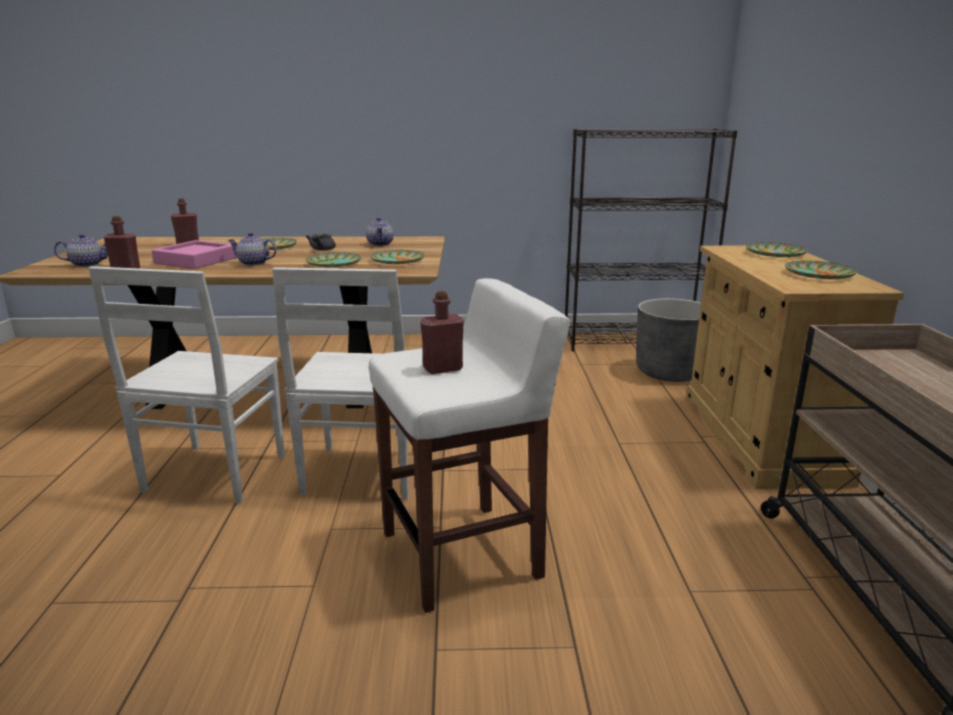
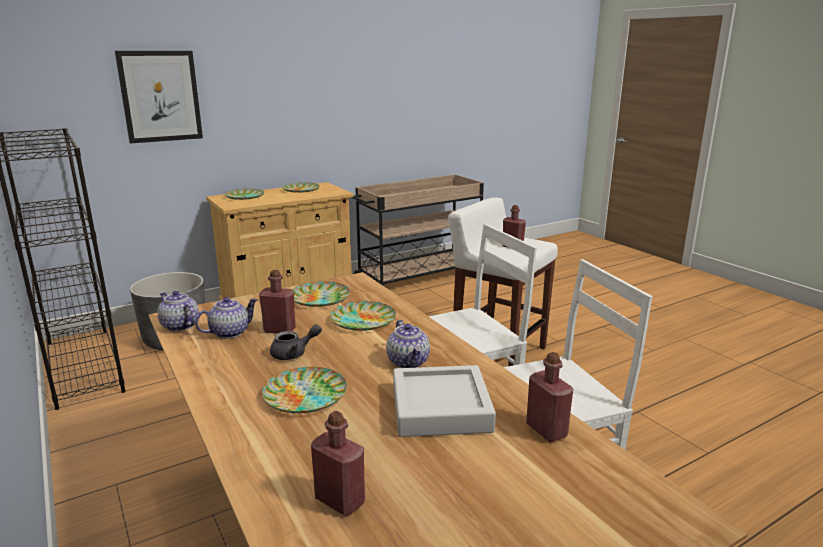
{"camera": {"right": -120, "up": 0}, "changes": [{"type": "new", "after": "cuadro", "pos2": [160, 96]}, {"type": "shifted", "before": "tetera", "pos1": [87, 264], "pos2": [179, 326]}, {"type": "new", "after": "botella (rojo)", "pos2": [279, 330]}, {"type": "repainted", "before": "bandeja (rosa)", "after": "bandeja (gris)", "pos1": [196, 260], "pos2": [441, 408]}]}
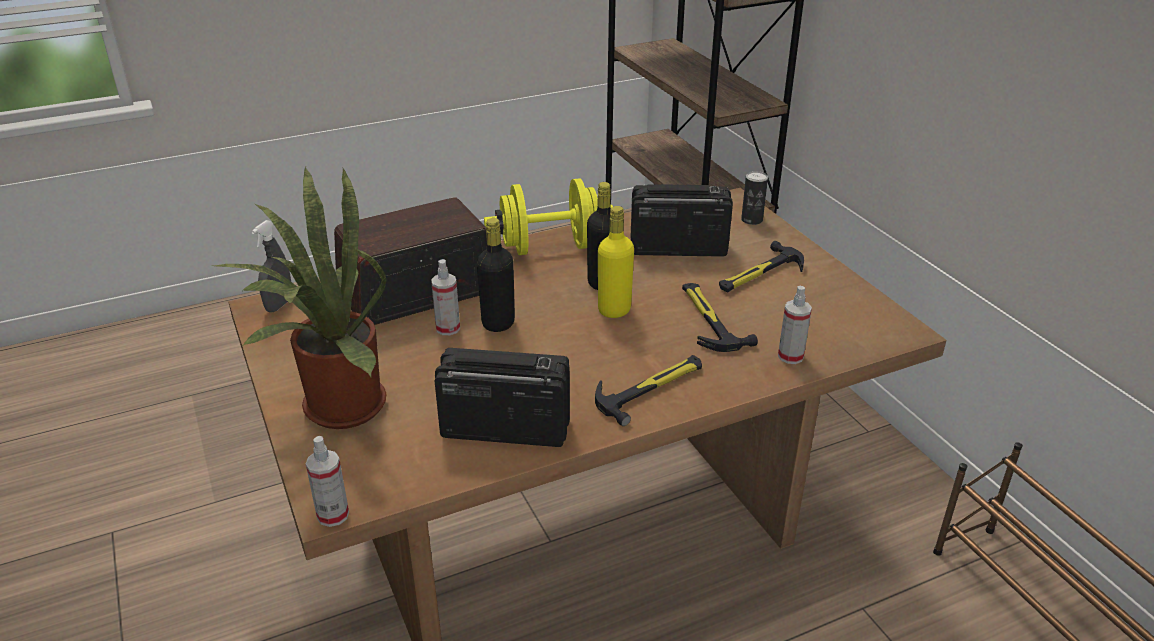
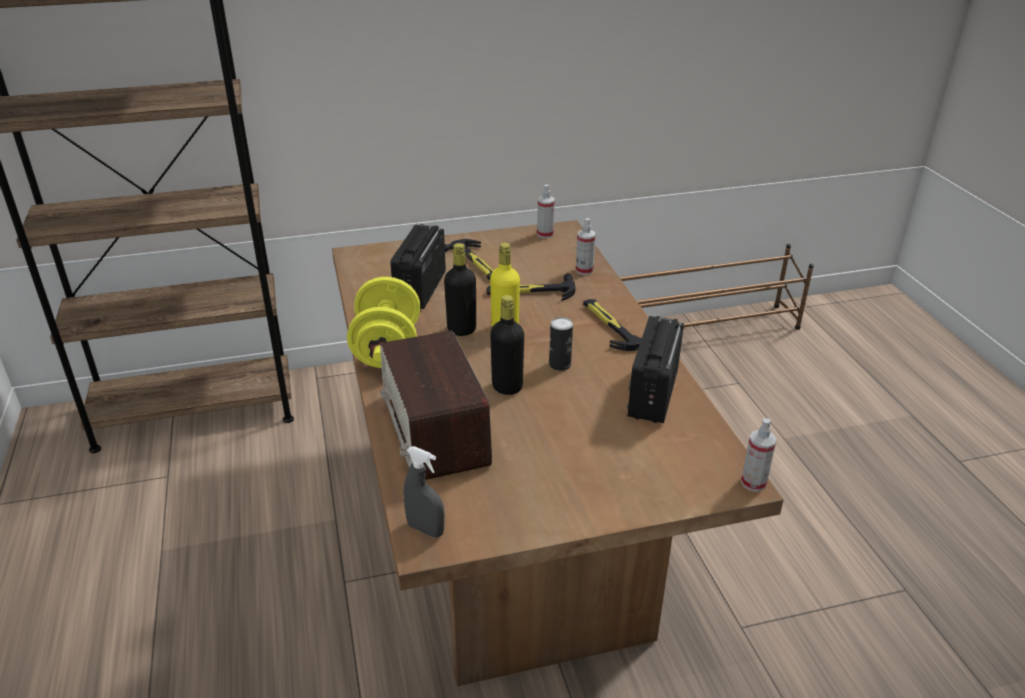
{"camera": {"right": -80, "up": 0}, "changes": [{"type": "shifted", "before": "pulverizador", "pos1": [448, 328], "pos2": [545, 234]}, {"type": "shifted", "before": "lata", "pos1": [751, 220], "pos2": [560, 365]}, {"type": "gone", "before": "planta en maceta", "pos1": [336, 406]}]}
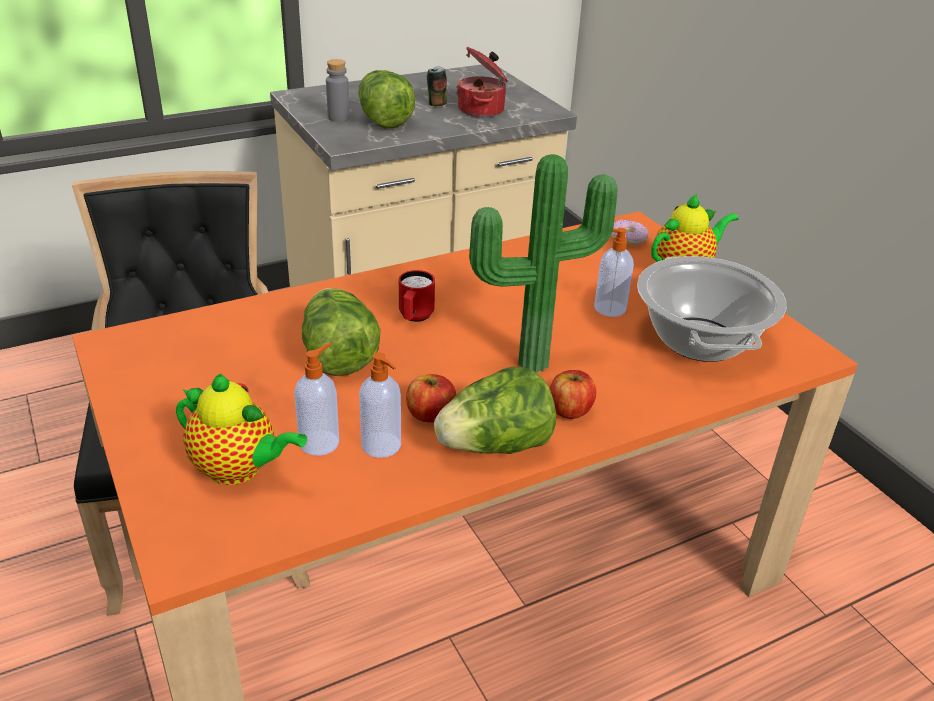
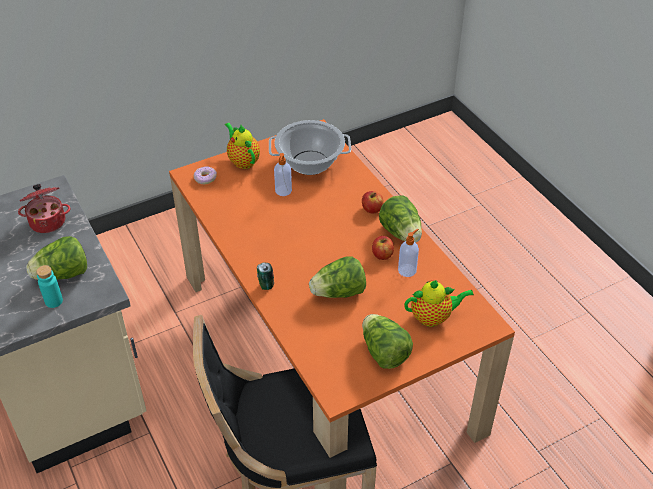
{"camera": {"right": -90, "up": 10}, "changes": [{"type": "repainted", "before": "botella (gris)", "after": "botella (turquesa)", "pos1": [338, 118], "pos2": [54, 301]}, {"type": "shifted", "before": "lata", "pos1": [436, 104], "pos2": [266, 285]}, {"type": "new", "after": "lechuga", "pos2": [384, 352]}, {"type": "rotated", "before": "tetera", "pos1": [239, 470], "pos2": [433, 317], "turn": 60}, {"type": "gone", "before": "dispensador de jabón", "pos1": [320, 442]}, {"type": "gone", "before": "taza grande (rojo)", "pos1": [414, 318]}, {"type": "gone", "before": "planta en maceta", "pos1": [530, 360]}]}
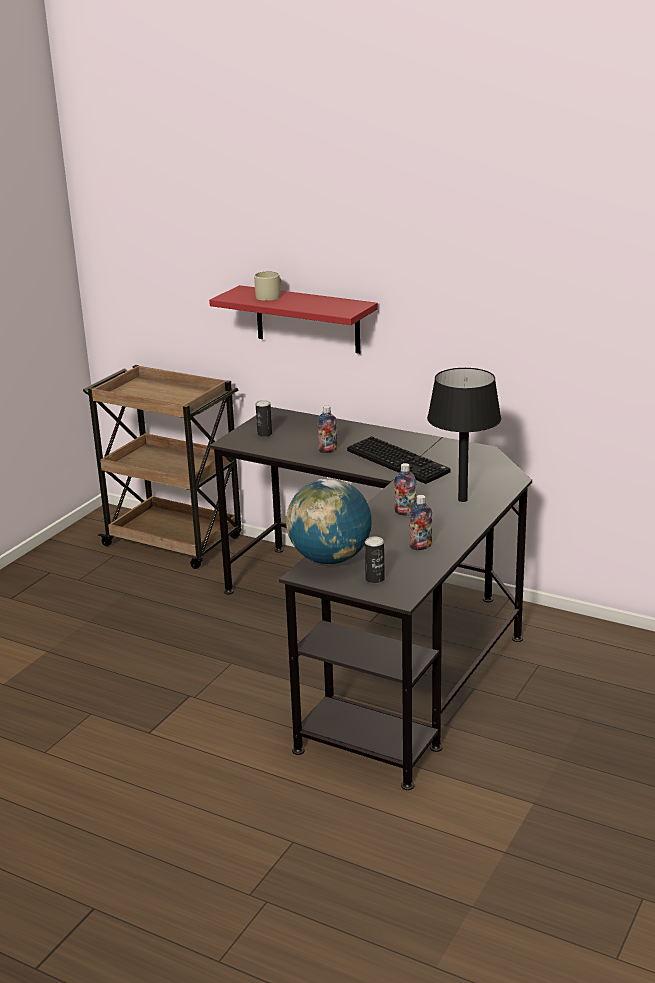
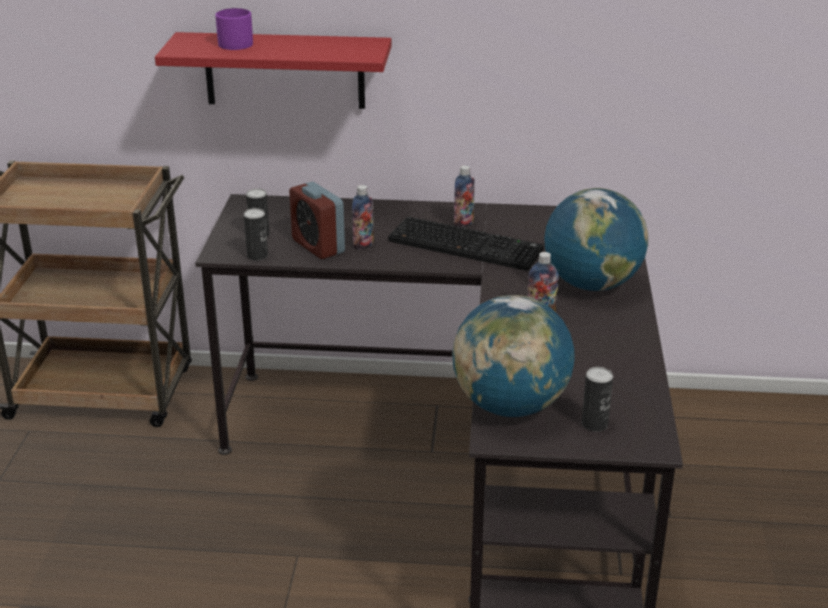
{"camera": {"right": -25, "up": 5}, "changes": [{"type": "repainted", "before": "taza grande (beis)", "after": "taza grande (morado)", "pos1": [270, 296], "pos2": [237, 43]}, {"type": "new", "after": "lata", "pos2": [257, 256]}, {"type": "new", "after": "despertador", "pos2": [318, 246]}, {"type": "shifted", "before": "botella", "pos1": [420, 547], "pos2": [463, 223]}, {"type": "swapped", "before": "lámpara de mesa (negro)", "after": "globo terráqueo", "pos1": [463, 500], "pos2": [591, 285]}]}
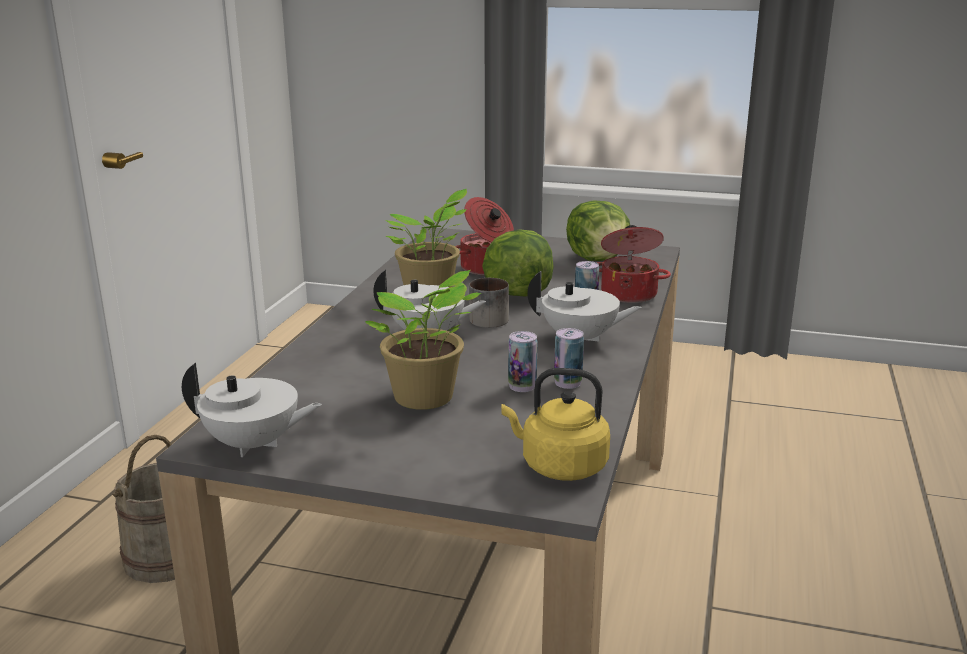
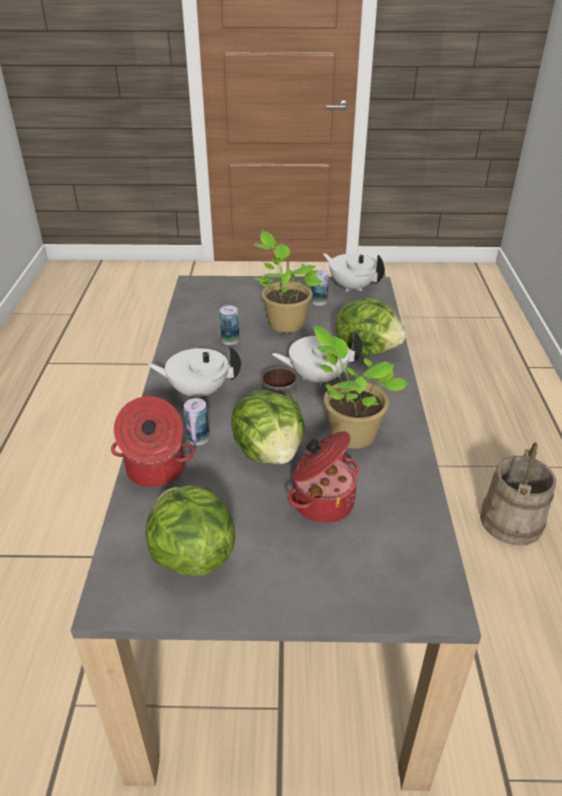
{"camera": {"right": 165, "up": 15}, "changes": [{"type": "shifted", "before": "lata", "pos1": [567, 383], "pos2": [319, 301]}, {"type": "rotated", "before": "tetera (blanco)", "pos1": [254, 445], "pos2": [352, 287], "turn": 45}, {"type": "new", "after": "lechuga", "pos2": [367, 349]}, {"type": "gone", "before": "hervidor (amarillo)", "pos1": [559, 466]}]}
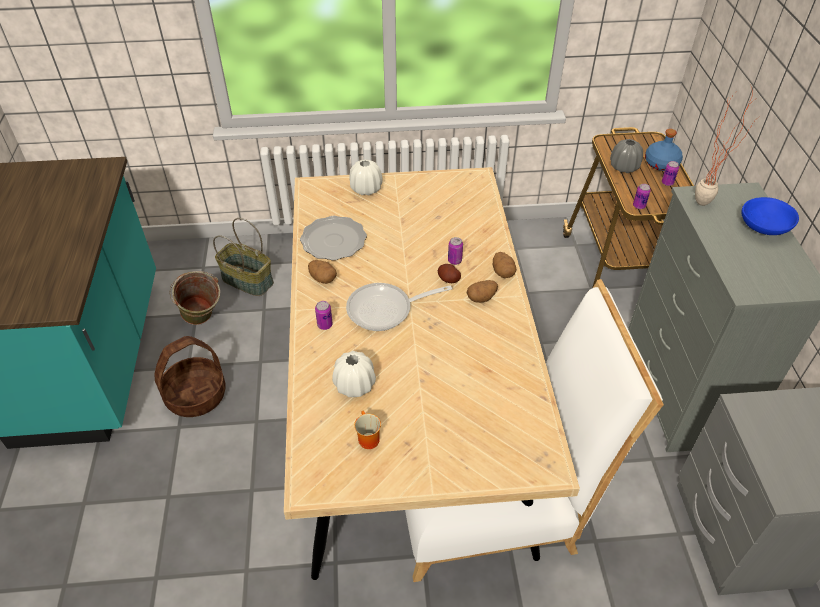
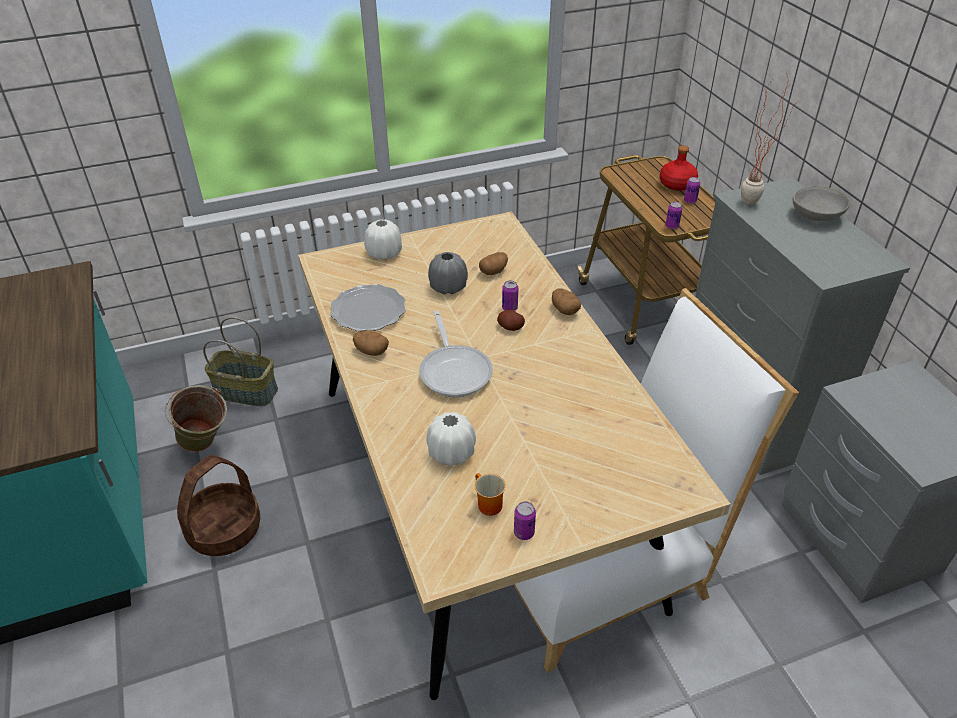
{"camera": {"right": -15, "up": -5}, "changes": [{"type": "rotated", "before": "sartén", "pos1": [385, 310], "pos2": [455, 370], "turn": -75}, {"type": "shifted", "before": "florero (gris)", "pos1": [624, 167], "pos2": [448, 287]}, {"type": "shifted", "before": "patata", "pos1": [481, 298], "pos2": [493, 271]}, {"type": "shifted", "before": "lata", "pos1": [325, 325], "pos2": [524, 533]}, {"type": "repainted", "before": "botella (azul)", "after": "botella (rojo)", "pos1": [661, 164], "pos2": [677, 184]}, {"type": "repainted", "before": "cuenco (azul)", "after": "cuenco (gris)", "pos1": [764, 228], "pos2": [816, 216]}]}
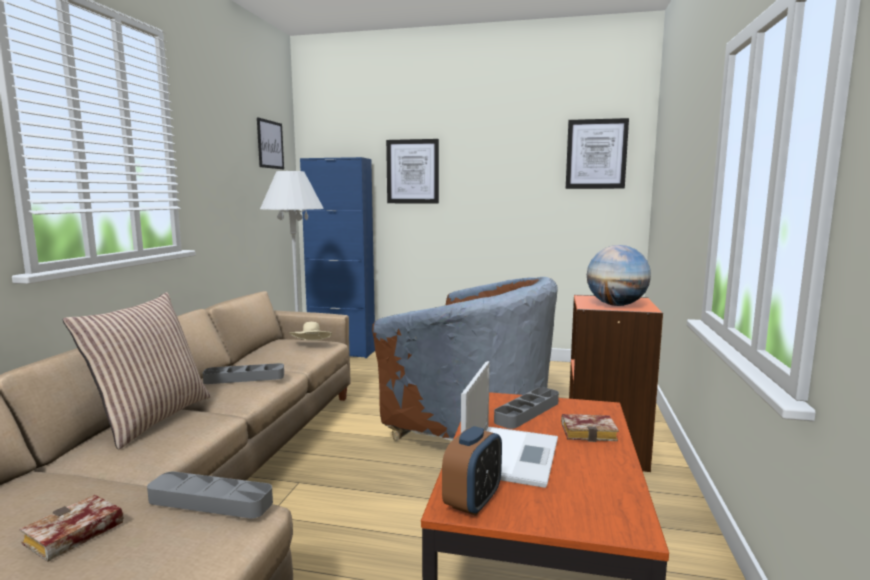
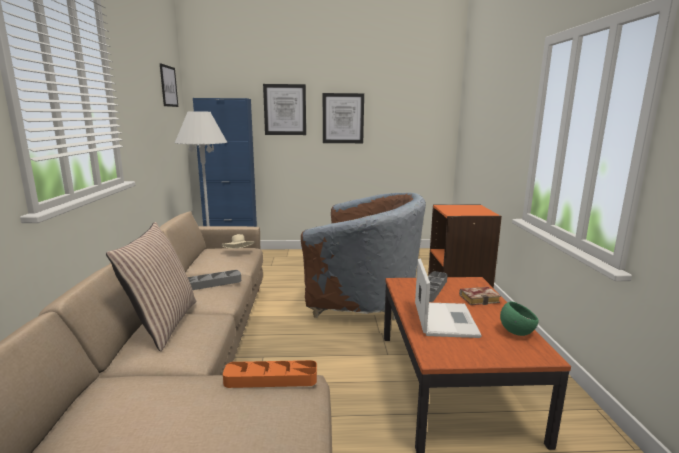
{"camera": {"right": -15, "up": 5}, "changes": [{"type": "repainted", "before": "bandeja (gris)", "after": "bandeja (naranja)", "pos1": [210, 501], "pos2": [271, 379]}, {"type": "shifted", "before": "cuadro", "pos1": [596, 154], "pos2": [343, 118]}, {"type": "new", "after": "cuenco (verde)", "pos2": [516, 332]}, {"type": "gone", "before": "libro", "pos1": [72, 536]}, {"type": "gone", "before": "despertador", "pos1": [473, 502]}, {"type": "gone", "before": "globo terráqueo", "pos1": [616, 305]}]}
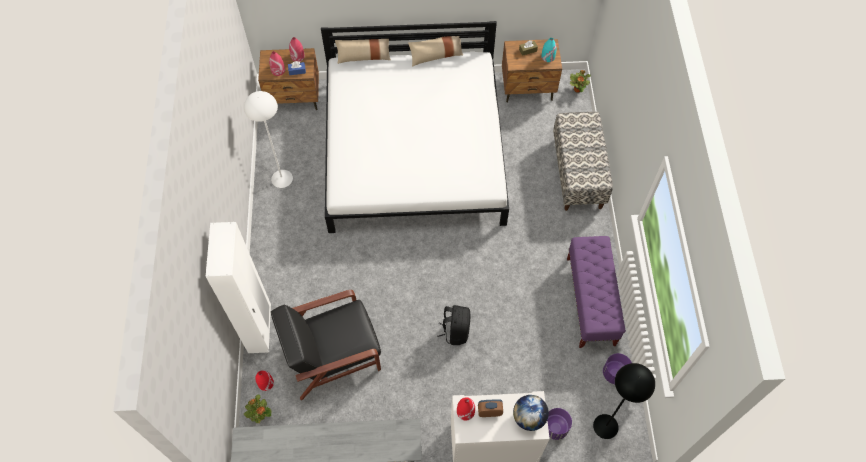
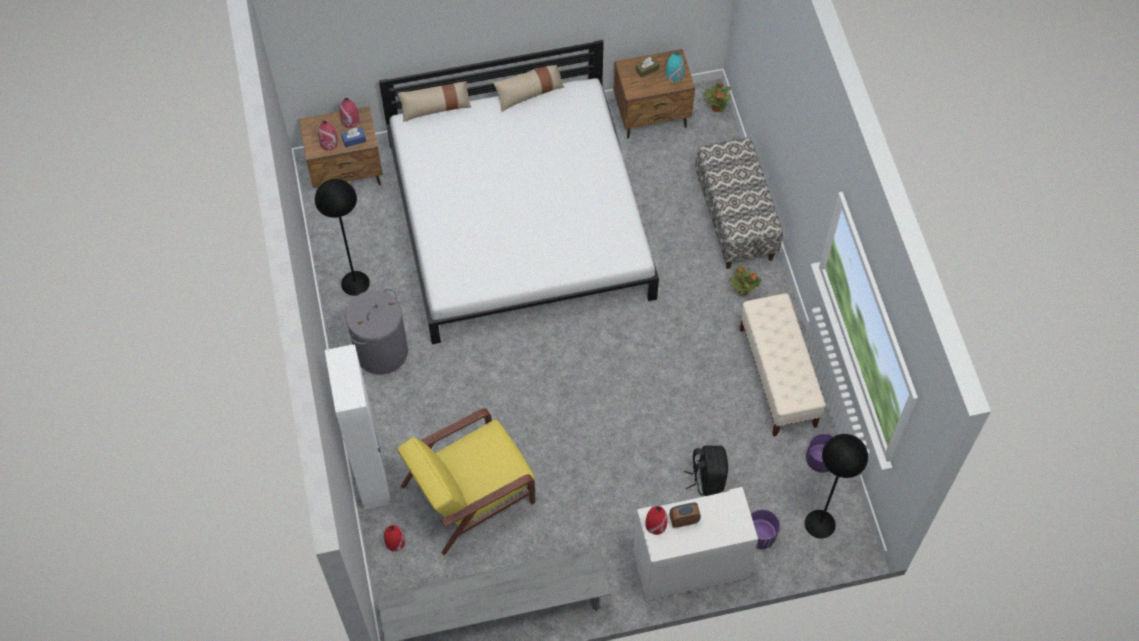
{"camera": {"right": -10, "up": 0}, "changes": [{"type": "repainted", "before": "lámpara de pie (blanco)", "after": "lámpara de pie (negro)", "pos1": [281, 178], "pos2": [355, 283]}, {"type": "new", "after": "cesto de la ropa (gris)", "pos2": [381, 351]}, {"type": "repainted", "before": "sillón (negro)", "after": "sillón (amarillo)", "pos1": [332, 353], "pos2": [470, 492]}, {"type": "shifted", "before": "mochila (negro)", "pos1": [455, 331], "pos2": [707, 478]}, {"type": "shifted", "before": "planta en maceta", "pos1": [260, 414], "pos2": [742, 290]}, {"type": "repainted", "before": "banco (morado)", "after": "banco (beis)", "pos1": [590, 301], "pos2": [777, 378]}, {"type": "gone", "before": "globo terráqueo", "pos1": [529, 417]}]}
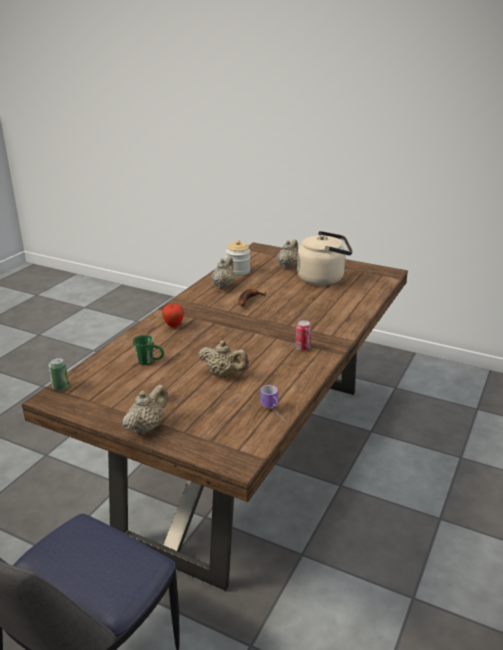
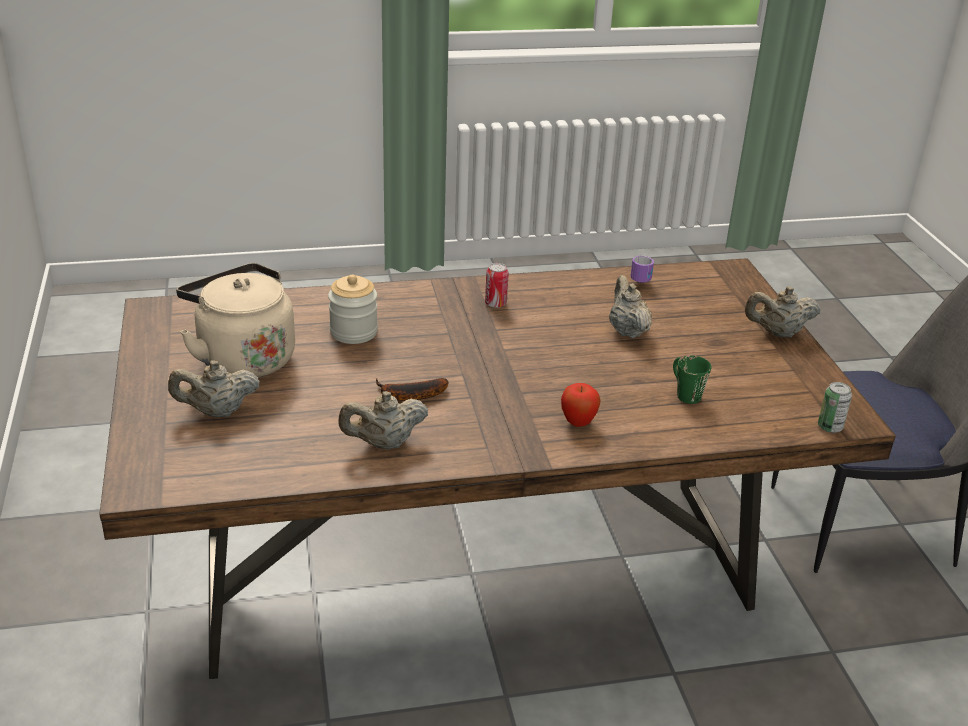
{"camera": {"right": -130, "up": 5}, "changes": [{"type": "shifted", "before": "tarro", "pos1": [238, 271], "pos2": [353, 332]}]}
